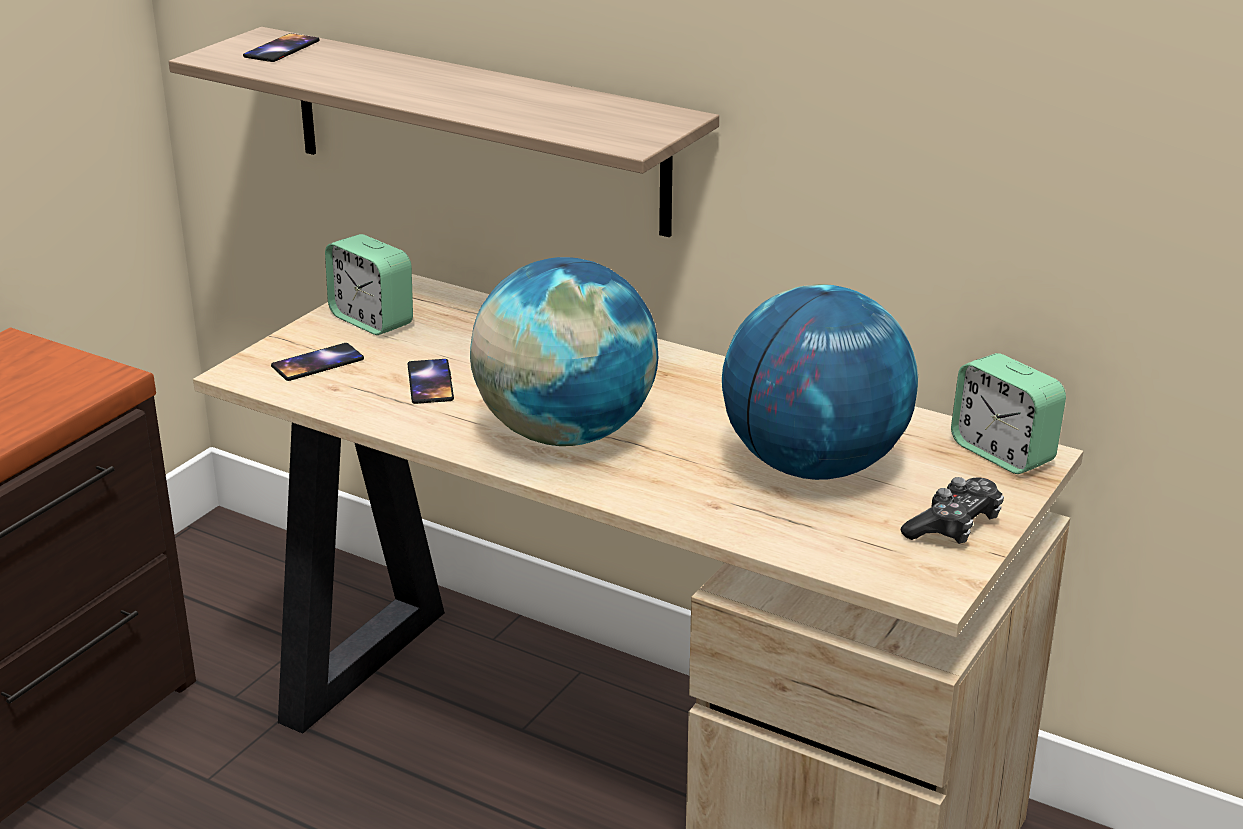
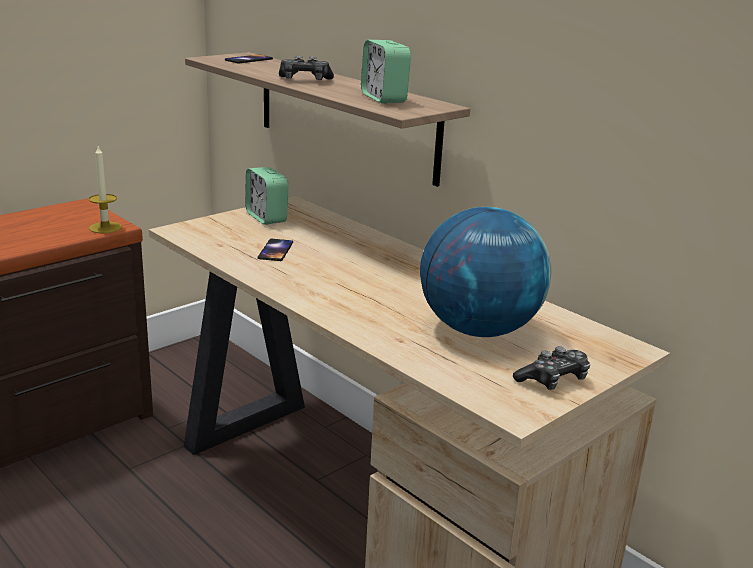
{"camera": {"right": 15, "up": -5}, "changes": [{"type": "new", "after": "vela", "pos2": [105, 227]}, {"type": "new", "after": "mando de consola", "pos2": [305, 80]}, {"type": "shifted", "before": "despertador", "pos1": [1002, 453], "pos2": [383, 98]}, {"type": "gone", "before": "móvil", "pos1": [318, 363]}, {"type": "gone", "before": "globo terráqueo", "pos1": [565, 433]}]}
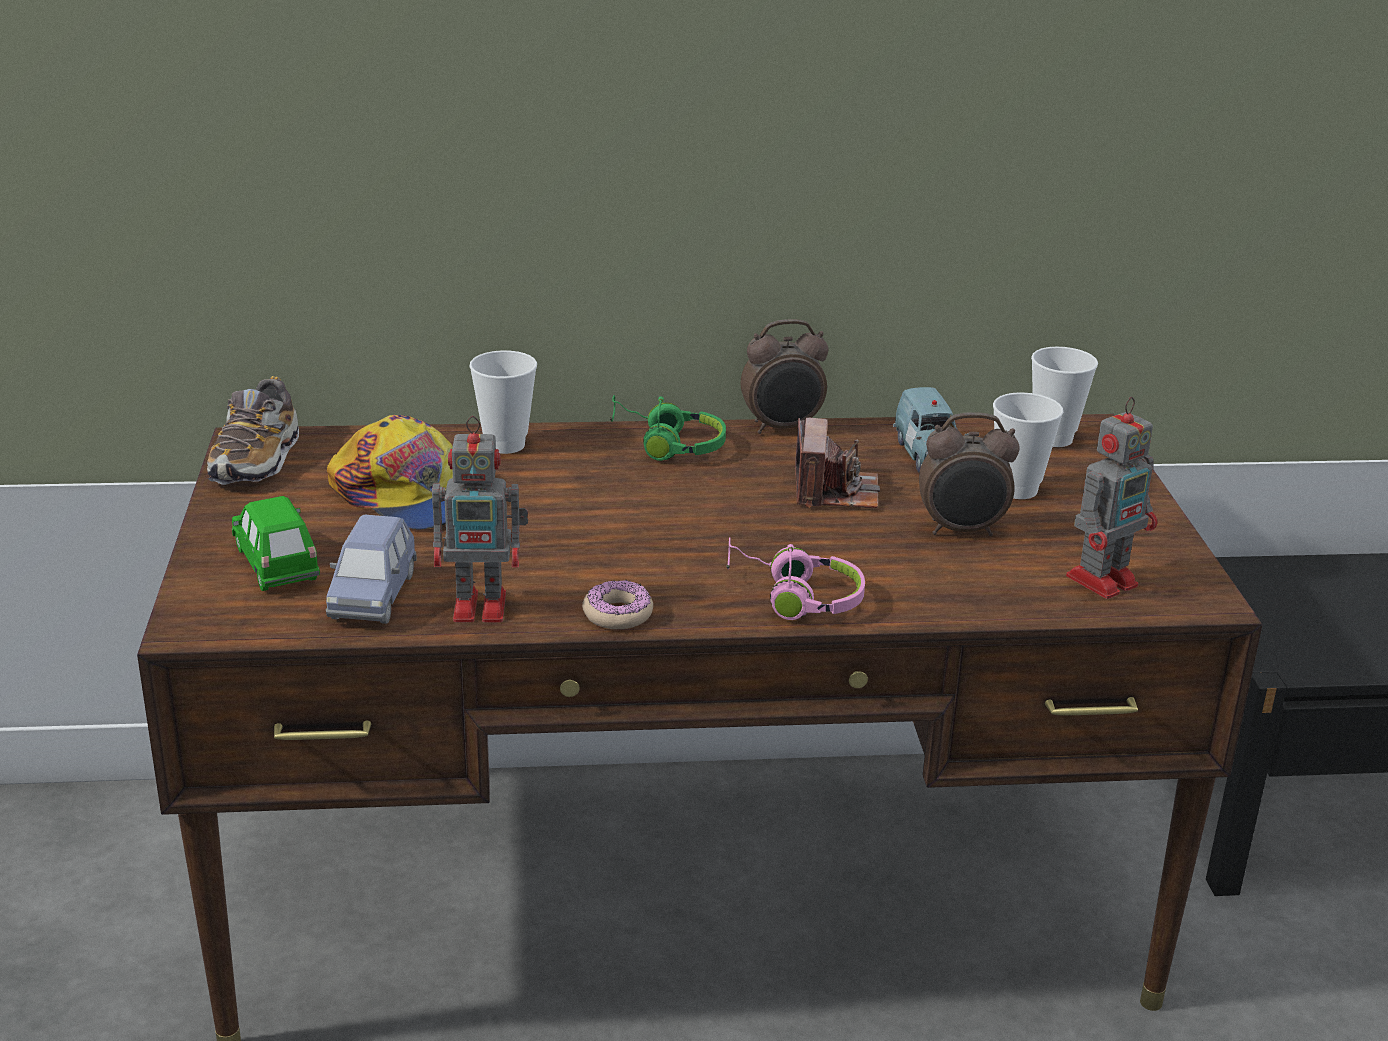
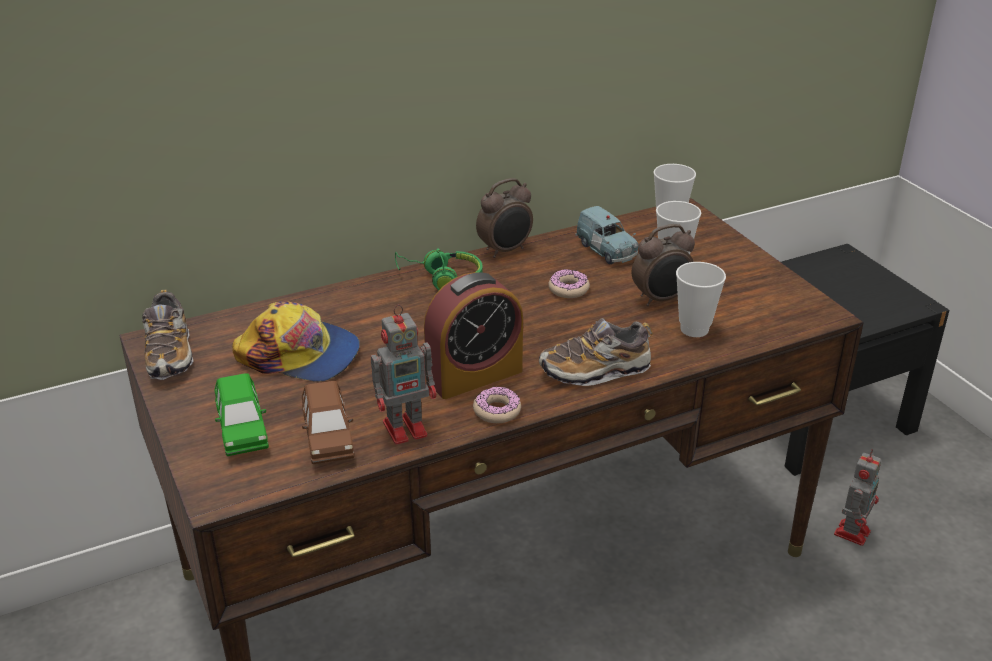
{"camera": {"right": -20, "up": 5}, "changes": [{"type": "rotated", "before": "coche de juguete (verde)", "pos1": [276, 564], "pos2": [242, 432], "turn": -150}, {"type": "repainted", "before": "coche de juguete (azul)", "after": "coche de juguete (marrón)", "pos1": [373, 597], "pos2": [328, 440]}, {"type": "new", "after": "despertador", "pos2": [474, 375]}, {"type": "swapped", "before": "auriculares (rosa)", "after": "zapato", "pos1": [793, 597], "pos2": [595, 370]}, {"type": "swapped", "before": "cámara", "after": "rosquilla", "pos1": [835, 492], "pos2": [568, 289]}, {"type": "shifted", "before": "taza", "pos1": [505, 445], "pos2": [694, 329]}, {"type": "shifted", "before": "robot de juguete", "pos1": [1104, 579], "pos2": [852, 531]}]}
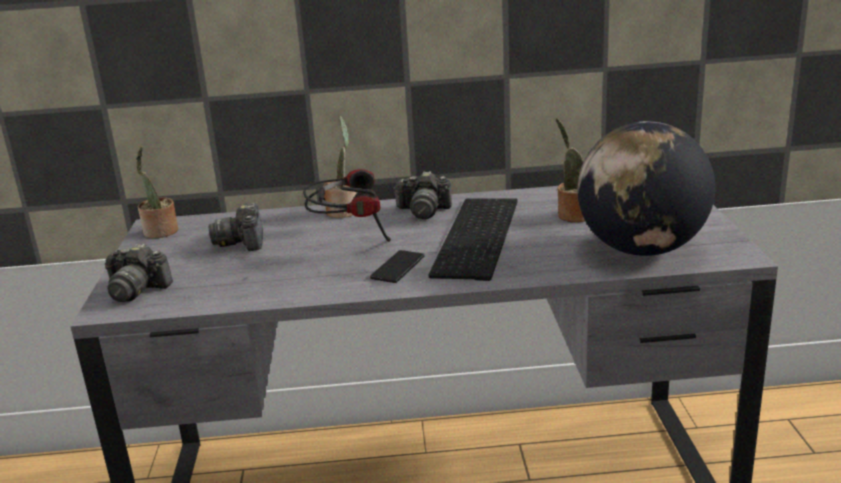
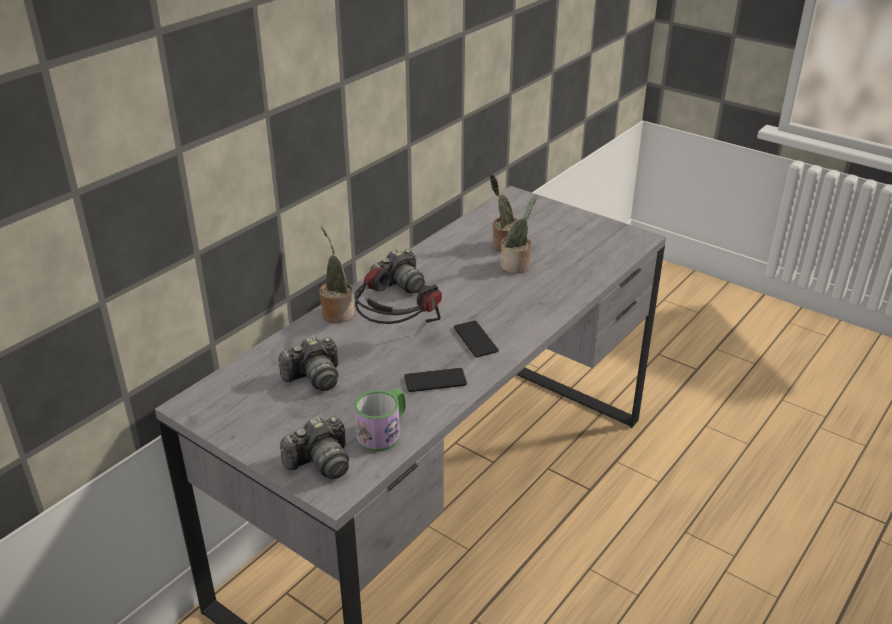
{"camera": {"right": -50, "up": 10}, "changes": [{"type": "rotated", "before": "cámara", "pos1": [243, 242], "pos2": [314, 378], "turn": -60}, {"type": "new", "after": "taza grande", "pos2": [384, 432]}, {"type": "new", "after": "móvil", "pos2": [435, 381]}, {"type": "shifted", "before": "planta en maceta", "pos1": [160, 232], "pos2": [517, 266]}, {"type": "gone", "before": "teclado", "pos1": [480, 237]}, {"type": "gone", "before": "globo terráqueo", "pos1": [641, 250]}]}
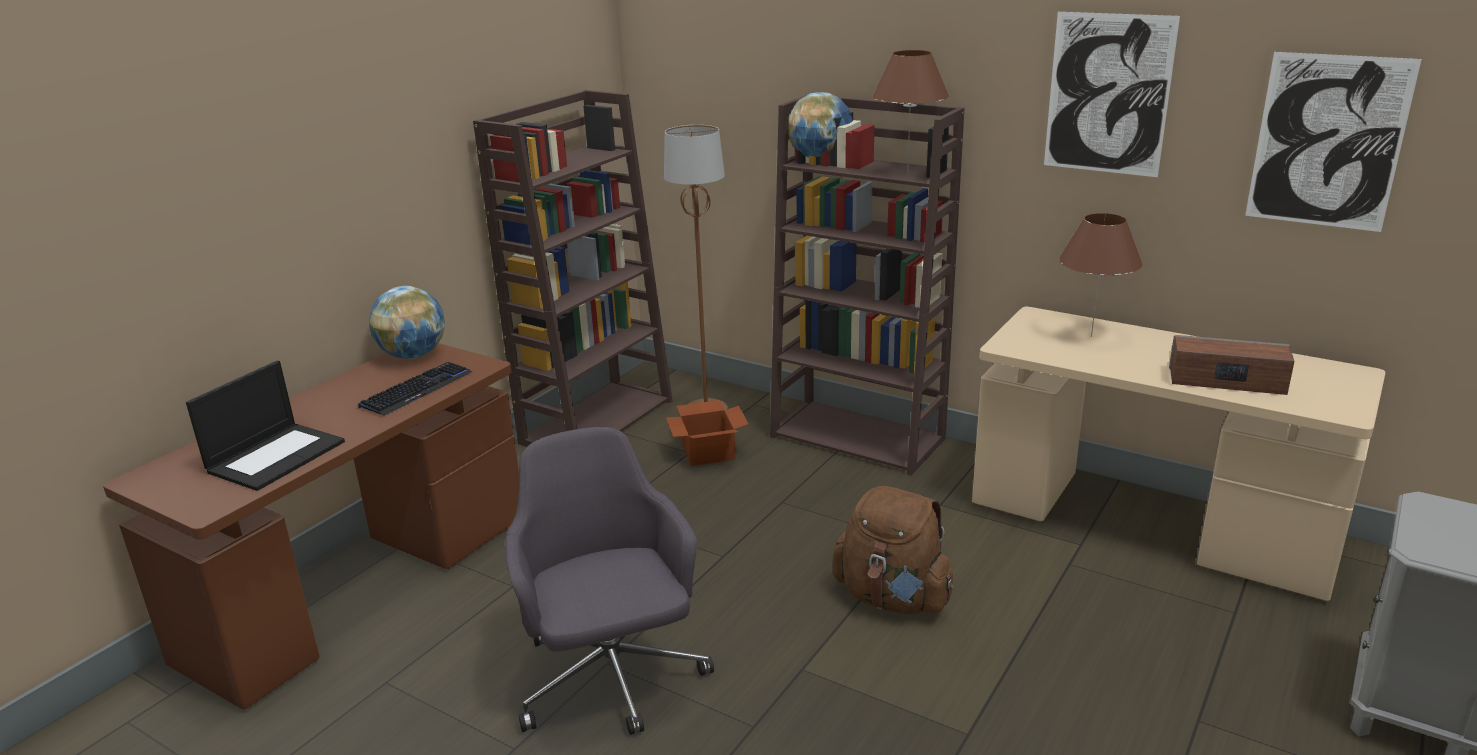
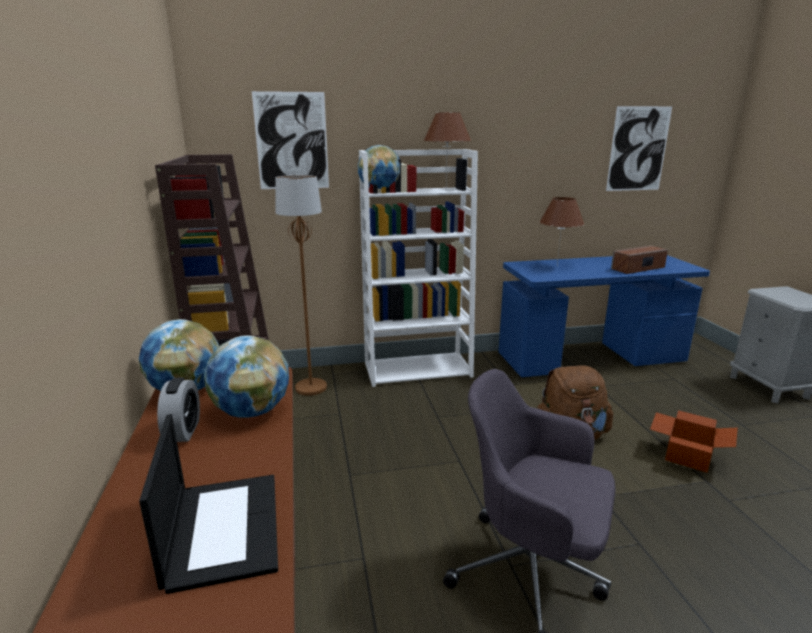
{"camera": {"right": -45, "up": -5}, "changes": [{"type": "new", "after": "despertador", "pos2": [183, 431]}, {"type": "swapped", "before": "teclado", "after": "globo terráqueo", "pos1": [417, 390], "pos2": [251, 412]}, {"type": "shifted", "before": "cuadro", "pos1": [1108, 94], "pos2": [292, 141]}, {"type": "repainted", "before": "estantería (marrón)", "after": "estantería (blanco)", "pos1": [859, 437], "pos2": [418, 369]}, {"type": "repainted", "before": "escritorio (beis)", "after": "escritorio (azul)", "pos1": [1149, 523], "pos2": [591, 358]}, {"type": "shifted", "before": "caja de cartón", "pos1": [709, 451], "pos2": [686, 455]}]}
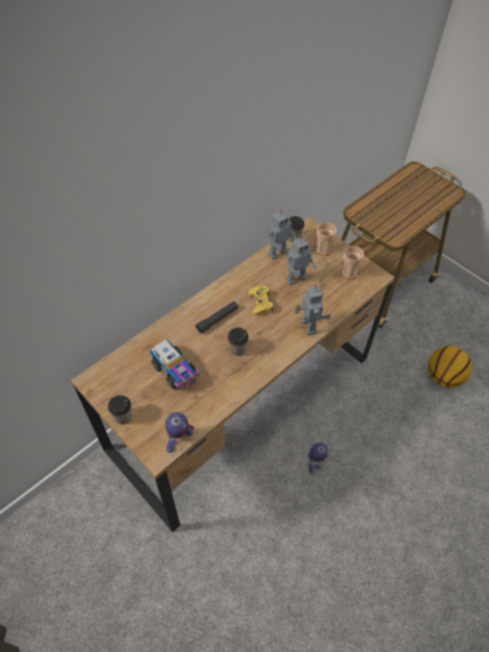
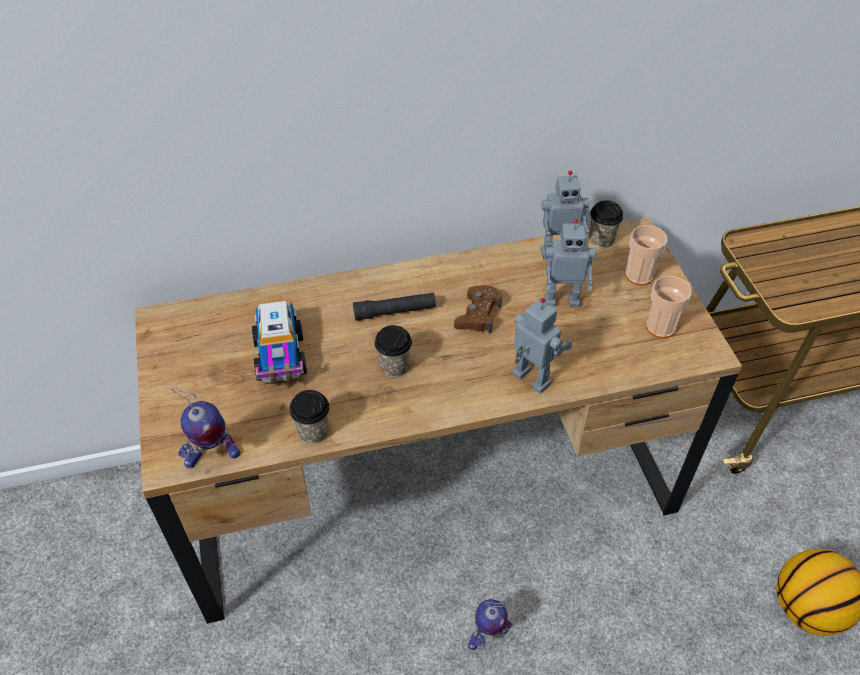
{"camera": {"right": 30, "up": -5}, "changes": [{"type": "shifted", "before": "taza", "pos1": [123, 417], "pos2": [313, 432]}, {"type": "repainted", "before": "mando de consola (amarillo)", "after": "mando de consola (marrón)", "pos1": [260, 303], "pos2": [478, 315]}, {"type": "rotated", "before": "robot de juguete", "pos1": [307, 327], "pos2": [529, 380], "turn": -60}]}
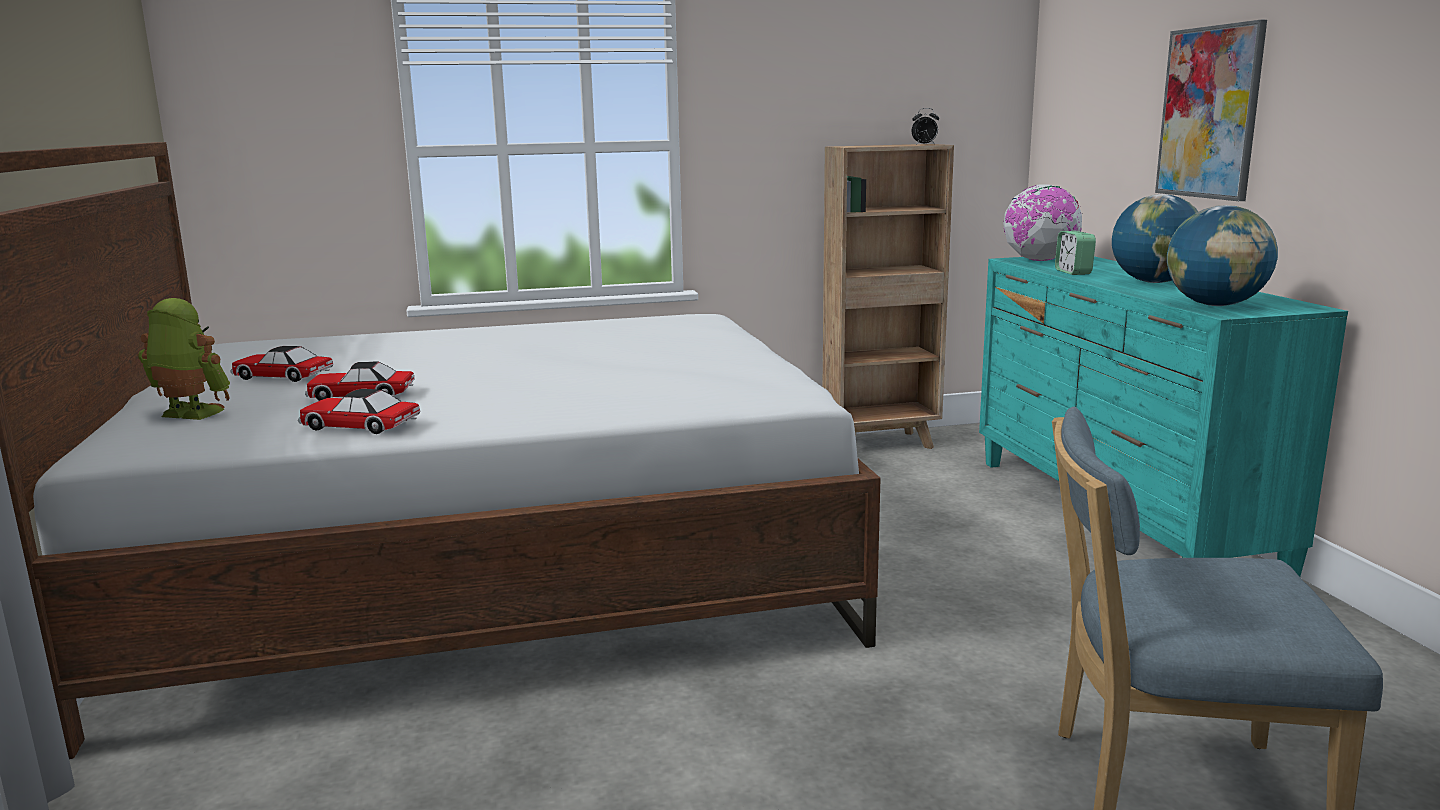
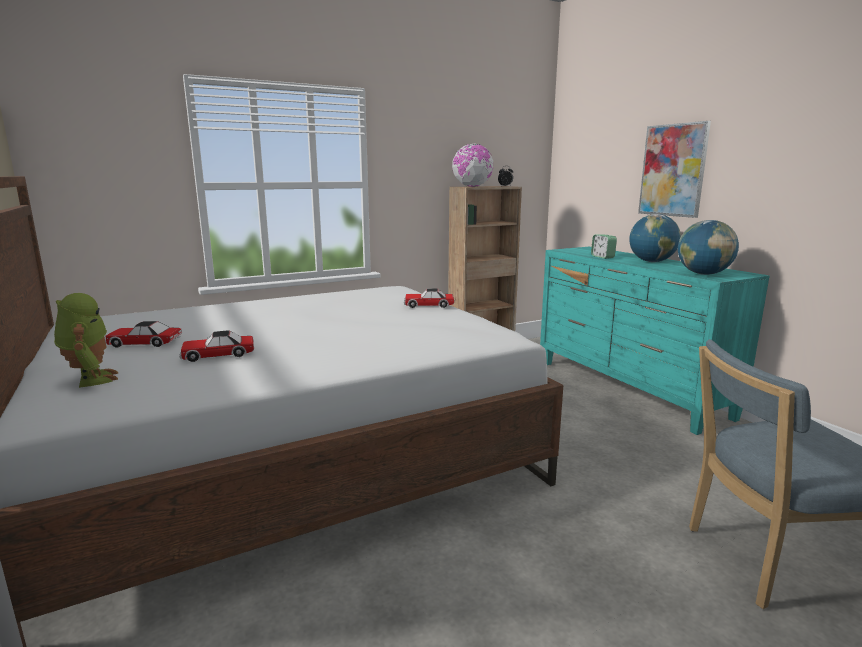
{"camera": {"right": -15, "up": 0}, "changes": [{"type": "rotated", "before": "robot de juguete", "pos1": [188, 415], "pos2": [91, 379], "turn": 60}, {"type": "shifted", "before": "coche de juguete", "pos1": [360, 425], "pos2": [428, 305]}, {"type": "shifted", "before": "globo terráqueo", "pos1": [1039, 260], "pos2": [472, 186]}]}
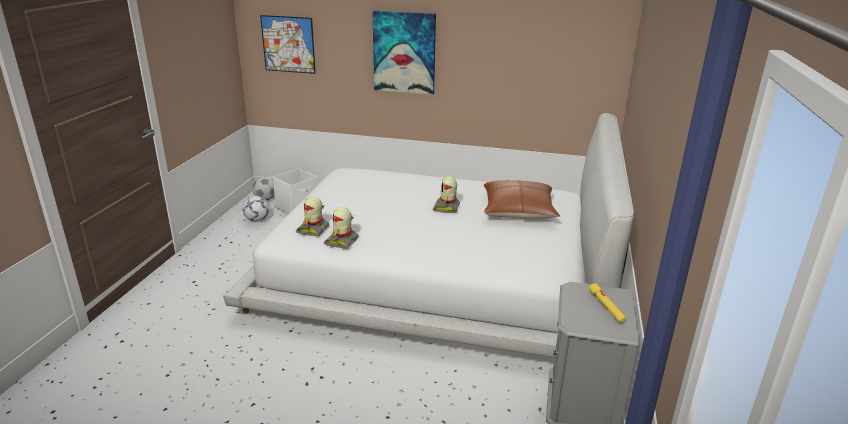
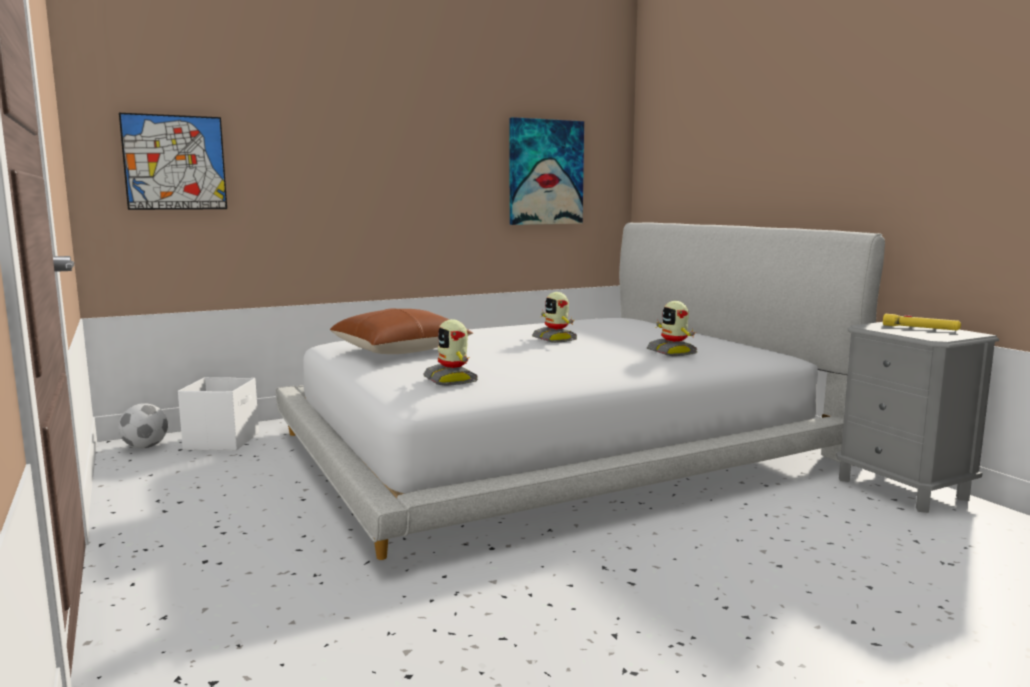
{"camera": {"right": -40, "up": -15}, "changes": [{"type": "shifted", "before": "cojín (marrón)", "pos1": [518, 211], "pos2": [401, 349]}, {"type": "shifted", "before": "cuadro", "pos1": [404, 52], "pos2": [545, 172]}, {"type": "shifted", "before": "robot de juguete", "pos1": [342, 241], "pos2": [672, 352]}, {"type": "gone", "before": "balón de fútbol", "pos1": [257, 220]}]}
